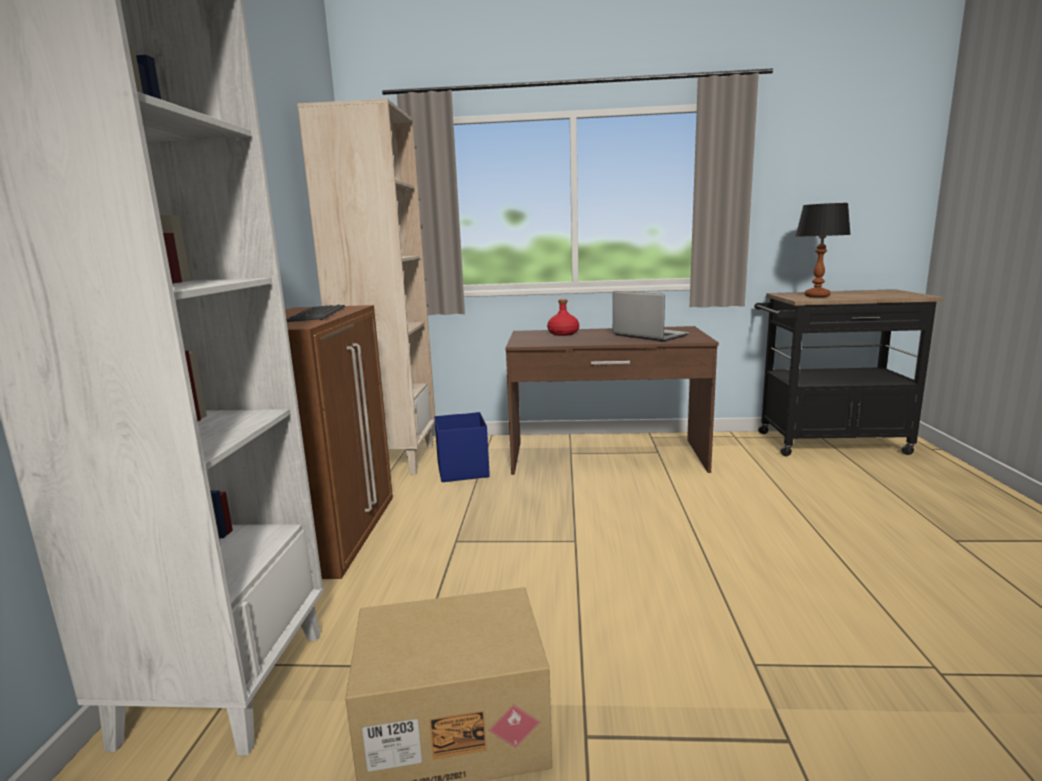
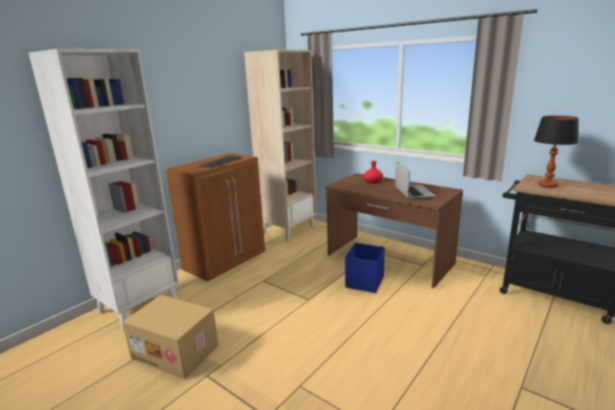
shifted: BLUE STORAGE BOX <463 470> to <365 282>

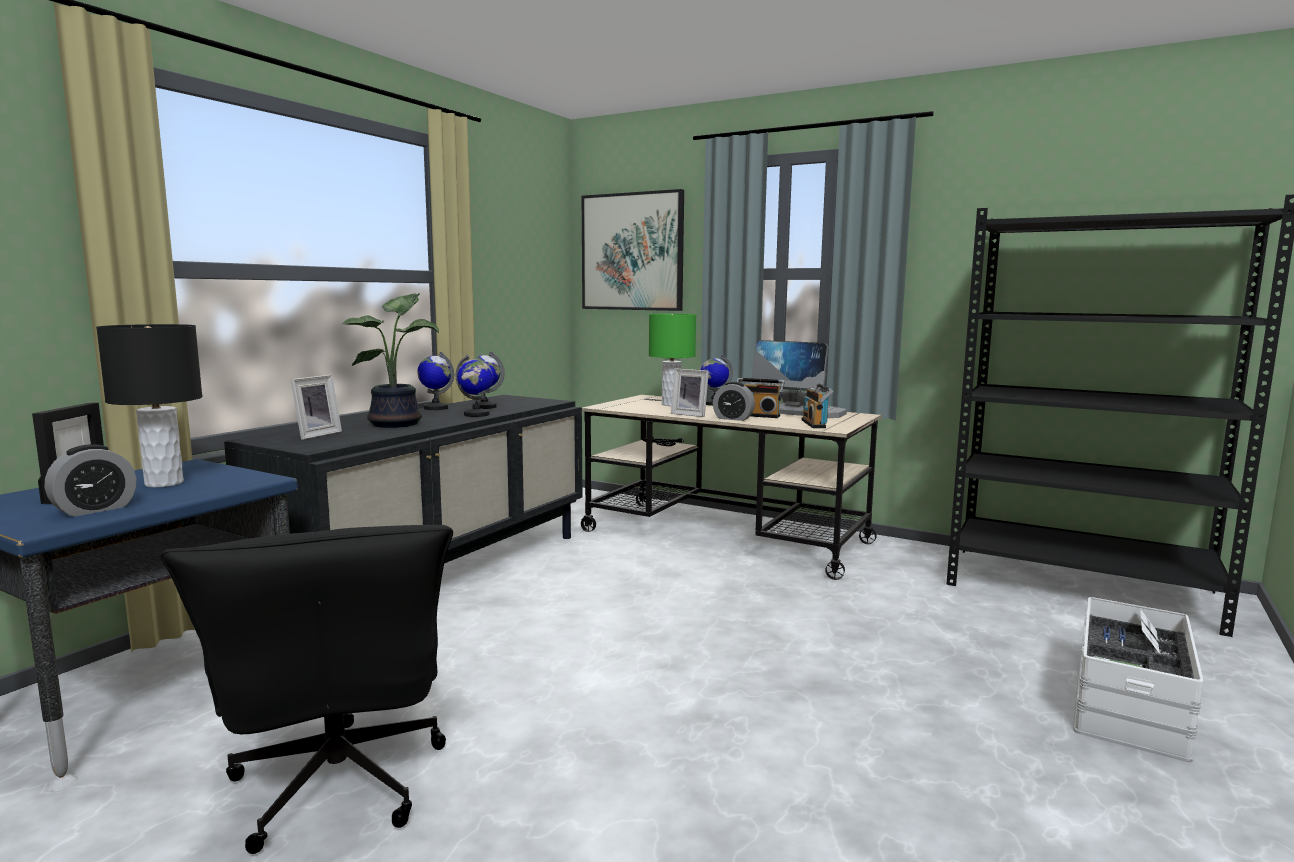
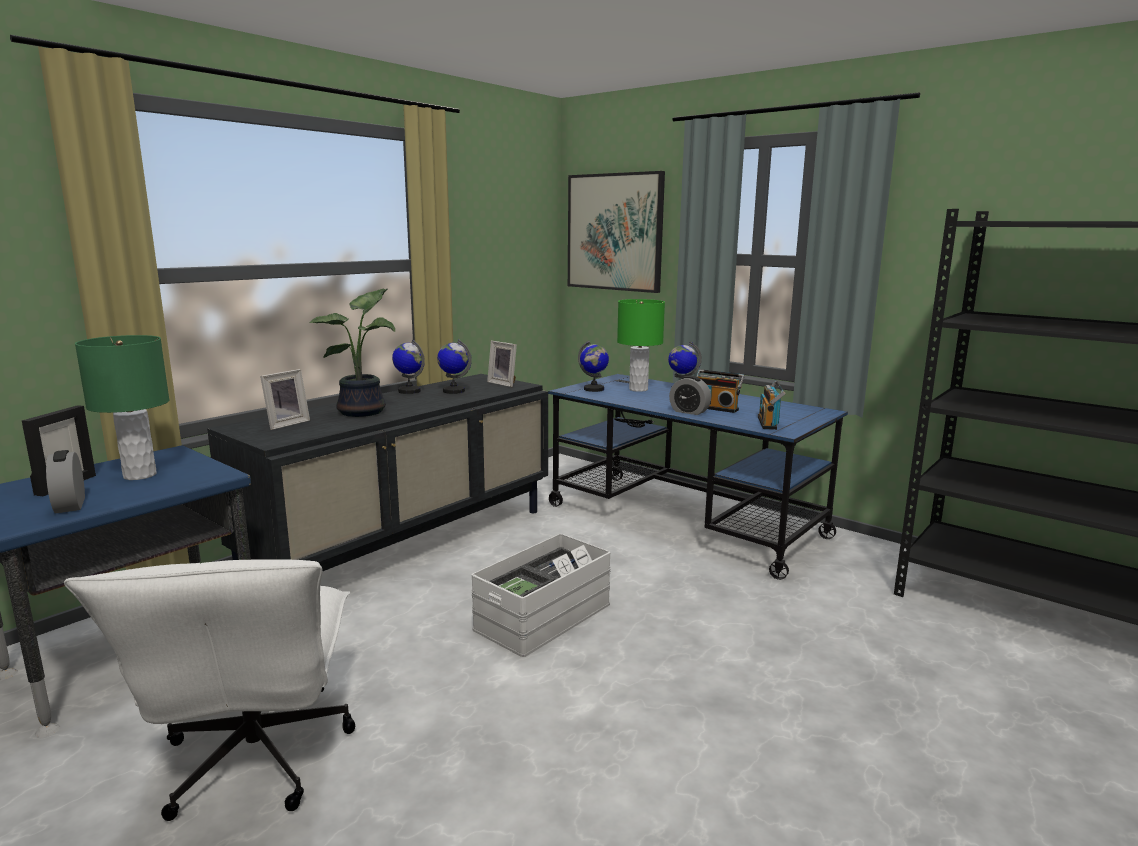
gone: MONITOR <790 411>
shifted: GLOBE <476 415> to <594 389>; PICTURE FRAME <690 414> to <504 383>; WHITE STORAGE BOX <1127 704> to <542 615>
repainted: BLACK TABLE LAMP <164 483> to GREEN TABLE LAMP <140 475>; BLACK OFFICE CHAIR <338 780> to WHITE OFFICE CHAIR <257 755>; BEIGE DESK <724 537> to BLUE DESK <683 520>
rotated: ALARM CLOCK <95 509> = <70 505> 105 degrees clockwise

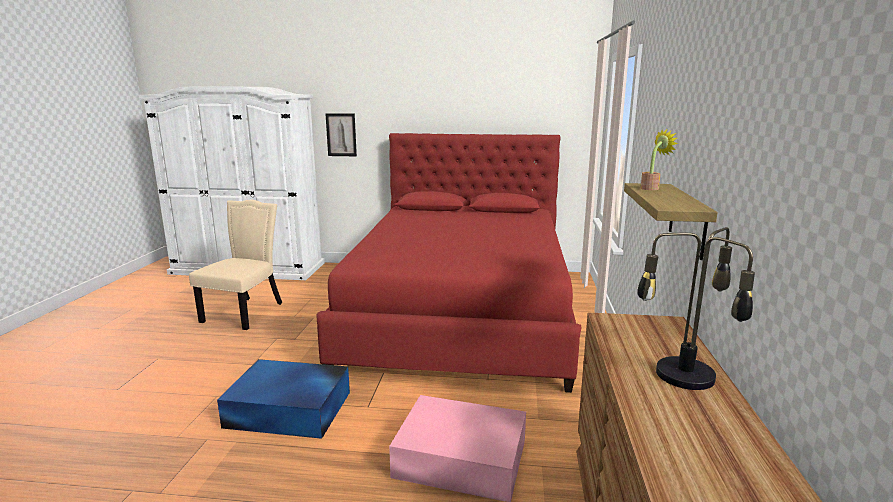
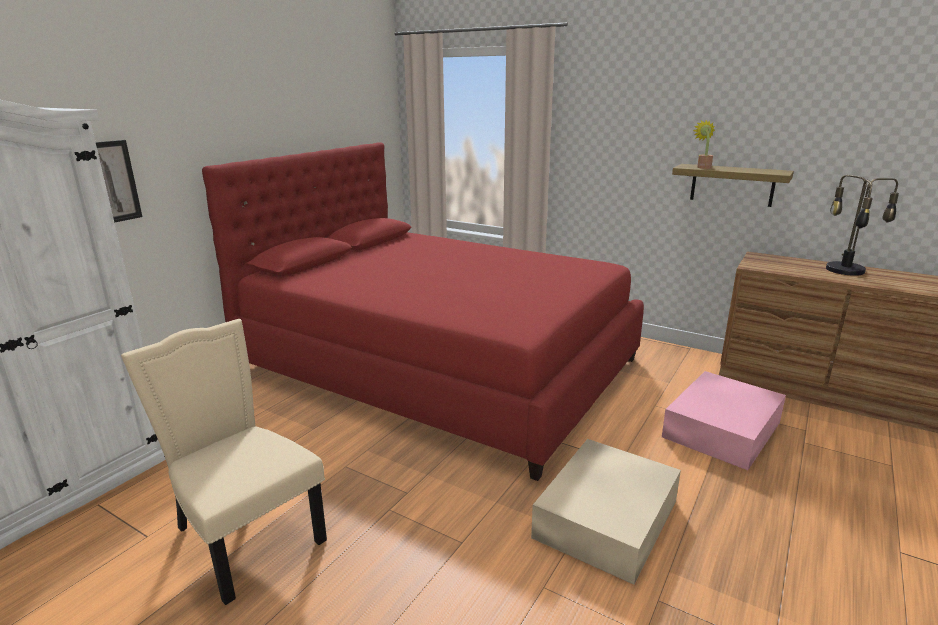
repainted: BLUE STORAGE BOX <290 410> to BEIGE STORAGE BOX <608 518>

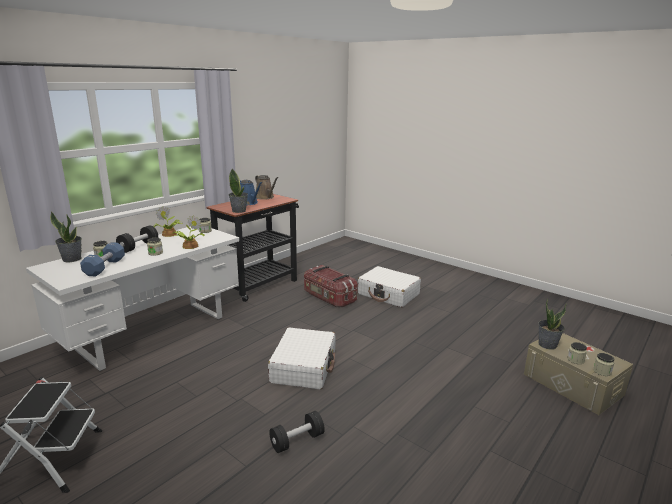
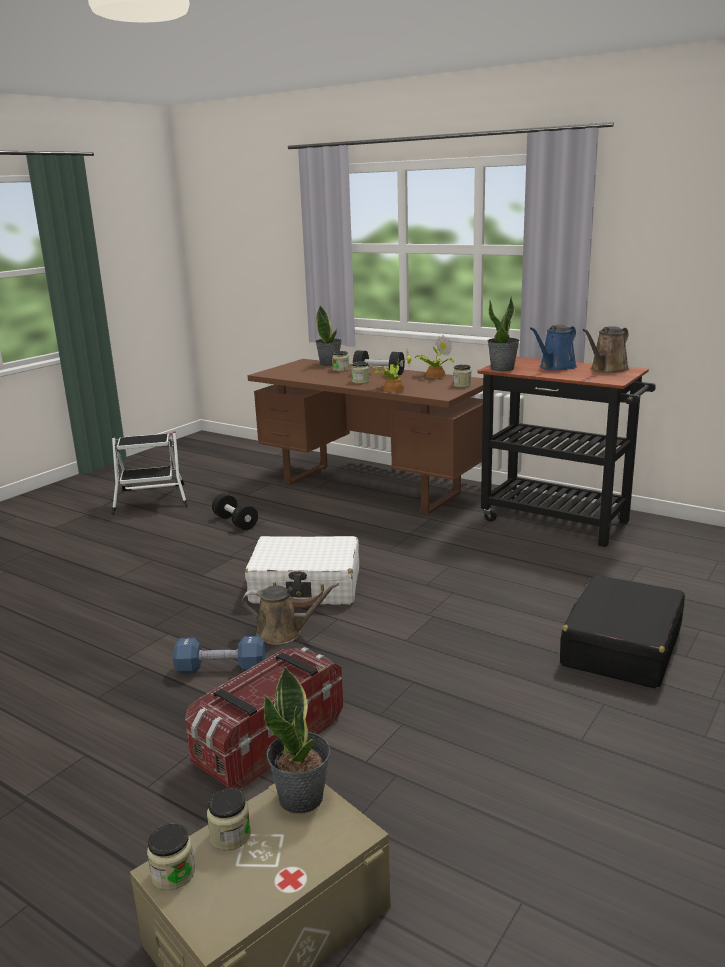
new: BROWN WATERING CAN <283 633>
shifted: BLUE DUMBBELL <105 267> to <221 668>; BLACK DUMBBELL <297 440> to <235 522>; STORAGE BOX <329 297> to <268 741>
repainted: WHITE DESK <153 332> to BROWN DESK <371 488>; WHITE SUITCASE <388 294> to BLACK SUITCASE <621 647>

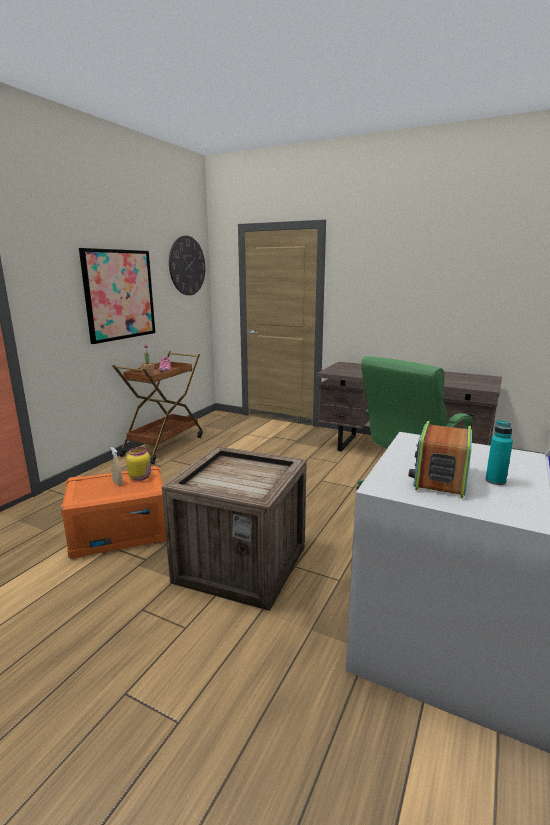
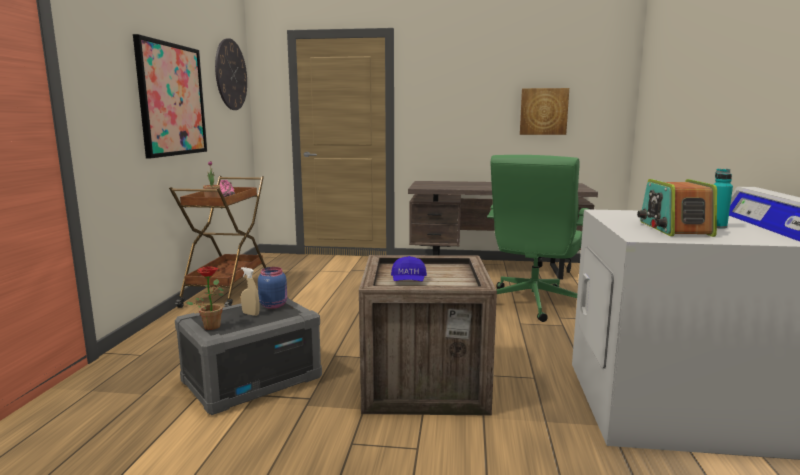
new: POTTED PLANT <212 325>; BLUE CAP <408 282>; PICTURE <543 111>
repainted: ORANGE STORAGE BOX <120 532> to GREY STORAGE BOX <252 379>; YELLOW JAR <140 477> to BLUE JAR <274 305>

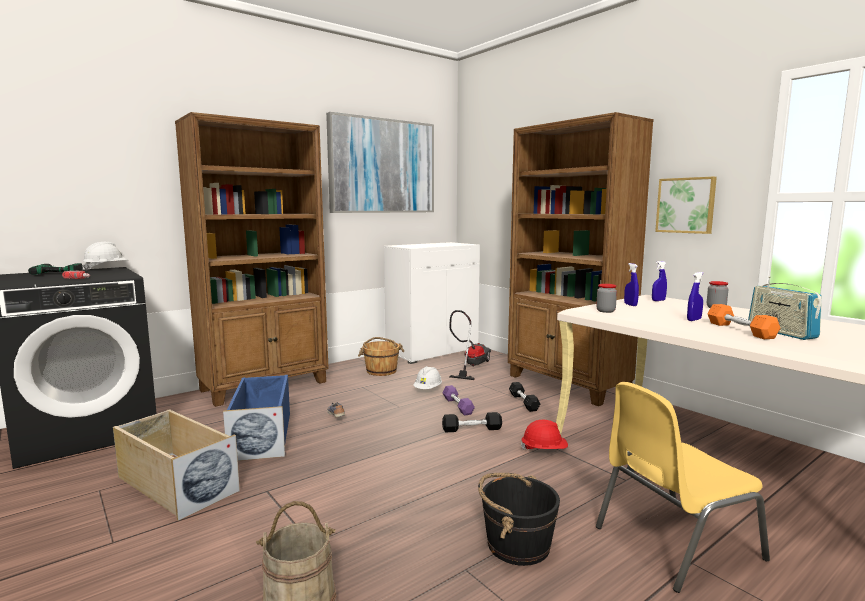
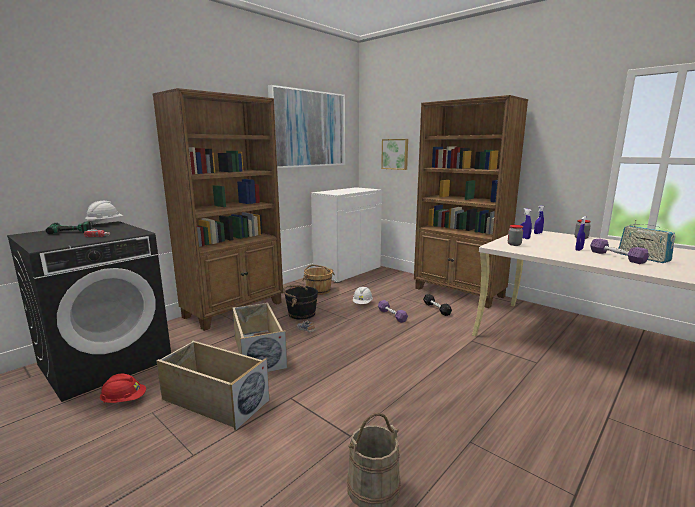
gone: BLACK DUMBBELL <471 429>; VACUUM CLEANER <470 366>; YELLOW CHAIR <673 542>
shifted: BLACK BUCKET <517 544> to <301 313>; RED HARD HAT <544 450> to <124 400>; PICTURE <686 205> to <395 154>
repainted: BLUE STORAGE BOX <262 435> to BEIGE STORAGE BOX <258 352>; ORANGE DUMBBELL <740 330> to PURPLE DUMBBELL <616 257>

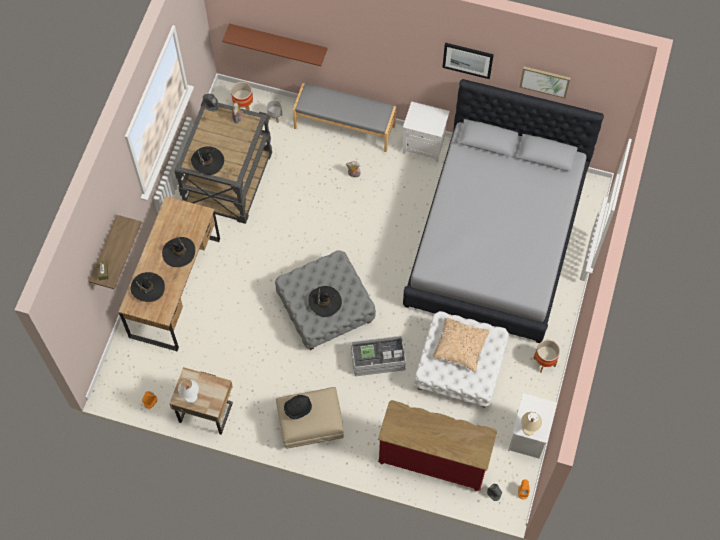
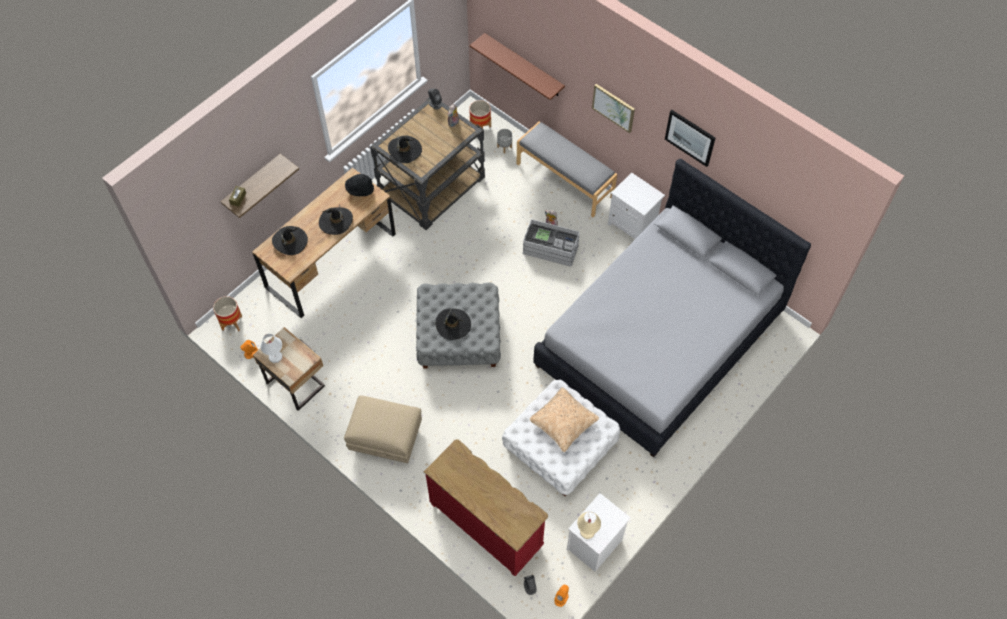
shifted: BLACK HAT <298 409> to <359 189>; GREY STORAGE BOX <378 359> to <551 248>; PICTURE <545 81> to <613 107>; PLANTER <544 362> to <232 323>

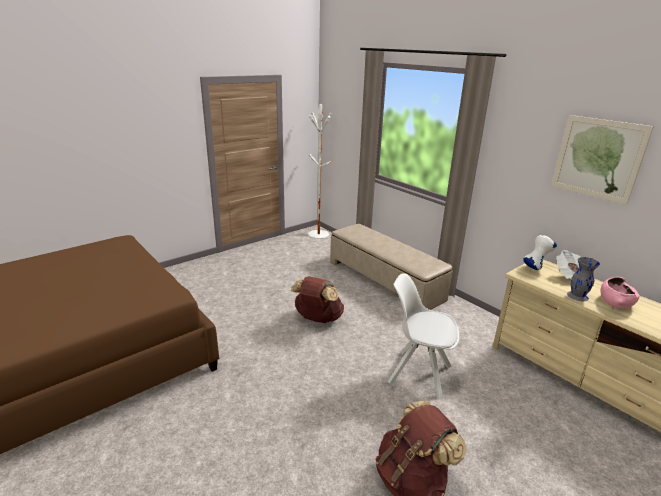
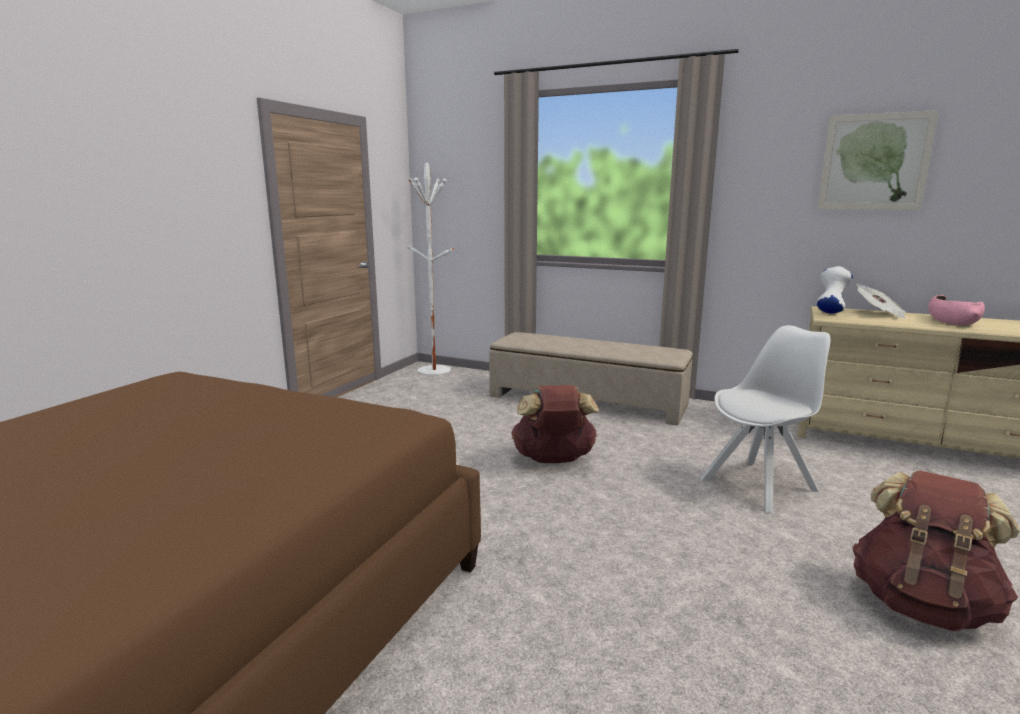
gone: GREY VASE <577 296>
rotated: WHITE CHAIR <418 373> = <760 484> 150 degrees clockwise

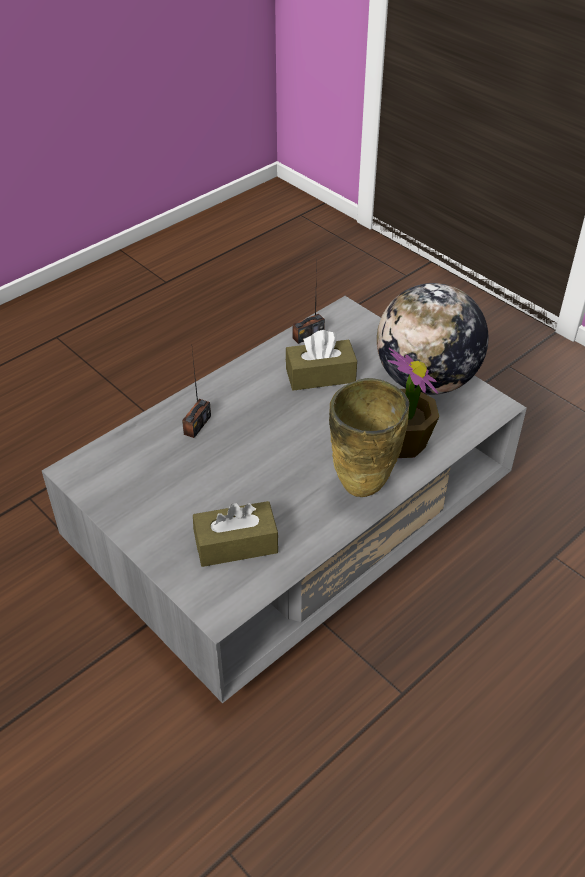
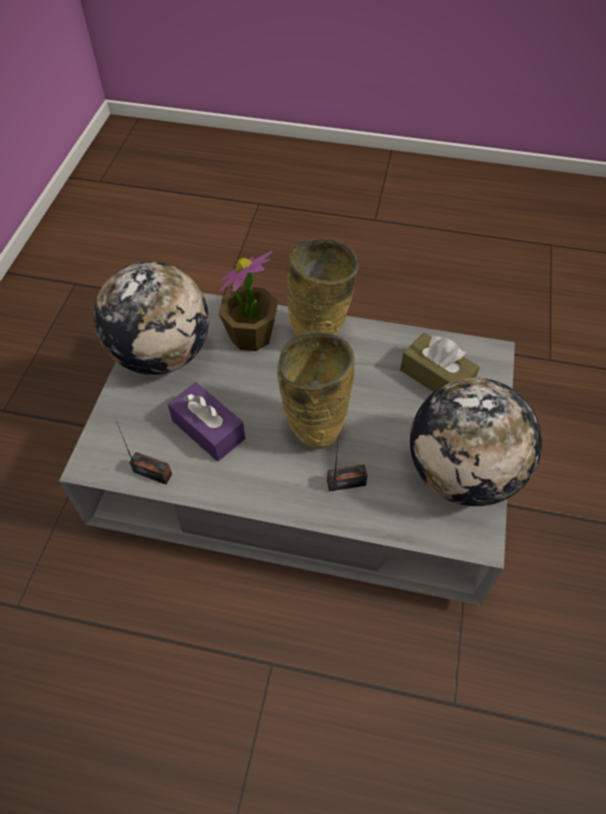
new: BEIGE VASE <315 429>; GLOBE <462 473>
repainted: BROWN TISSUE BOX <320 375> to PURPLE TISSUE BOX <208 429>

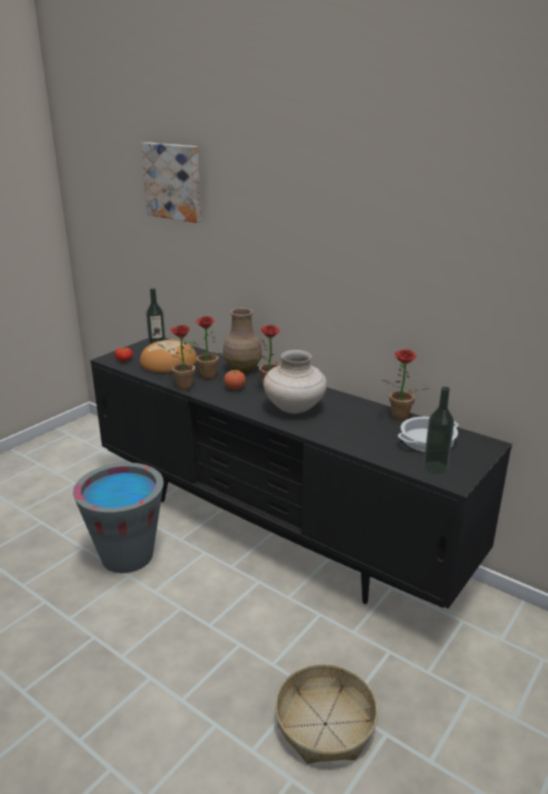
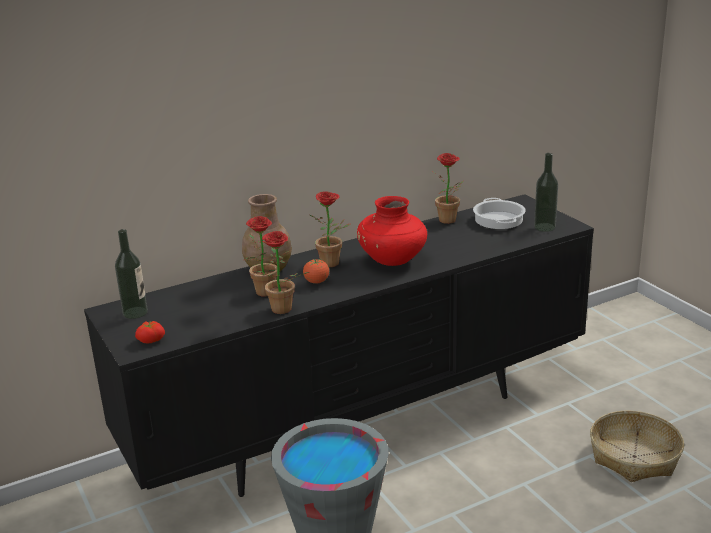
gone: BREAD <169 363>; PICTURE <174 181>
repainted: BEIGE VASE <294 408> to RED VASE <393 260>

